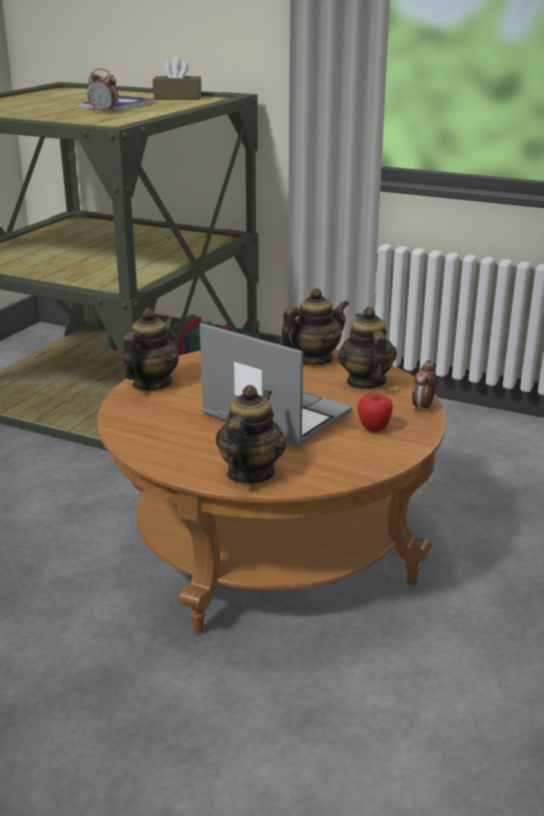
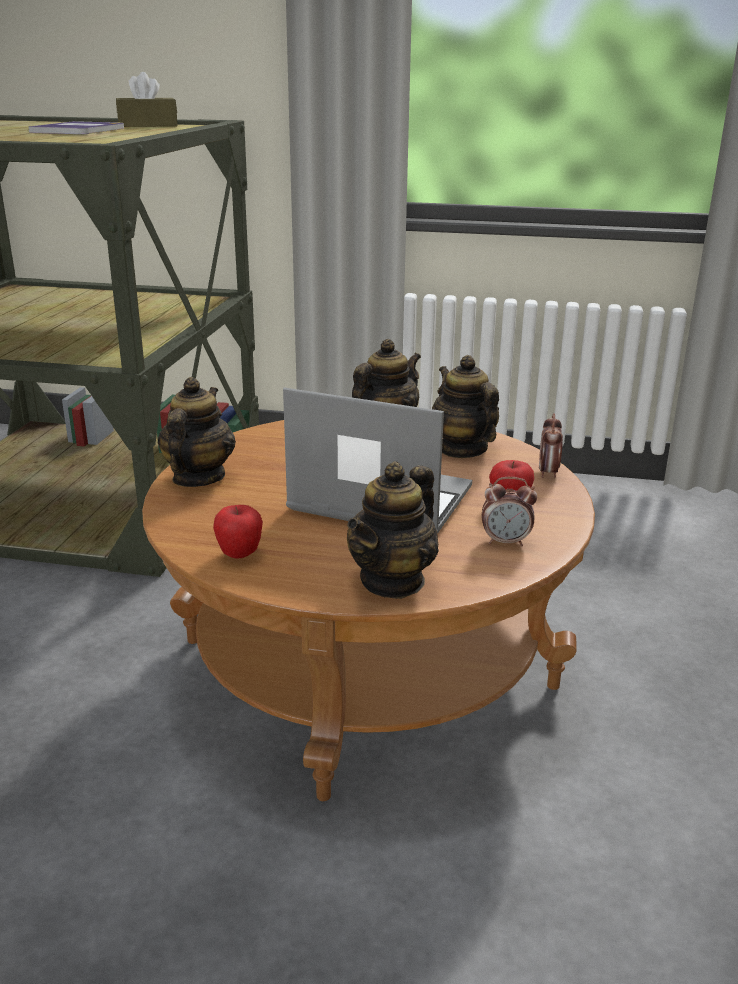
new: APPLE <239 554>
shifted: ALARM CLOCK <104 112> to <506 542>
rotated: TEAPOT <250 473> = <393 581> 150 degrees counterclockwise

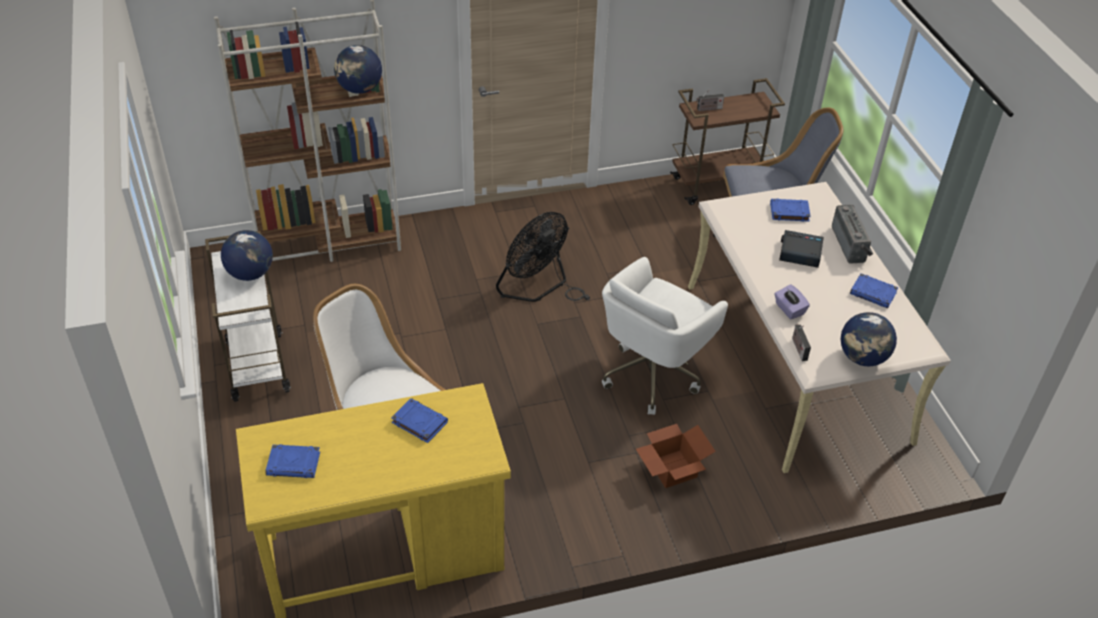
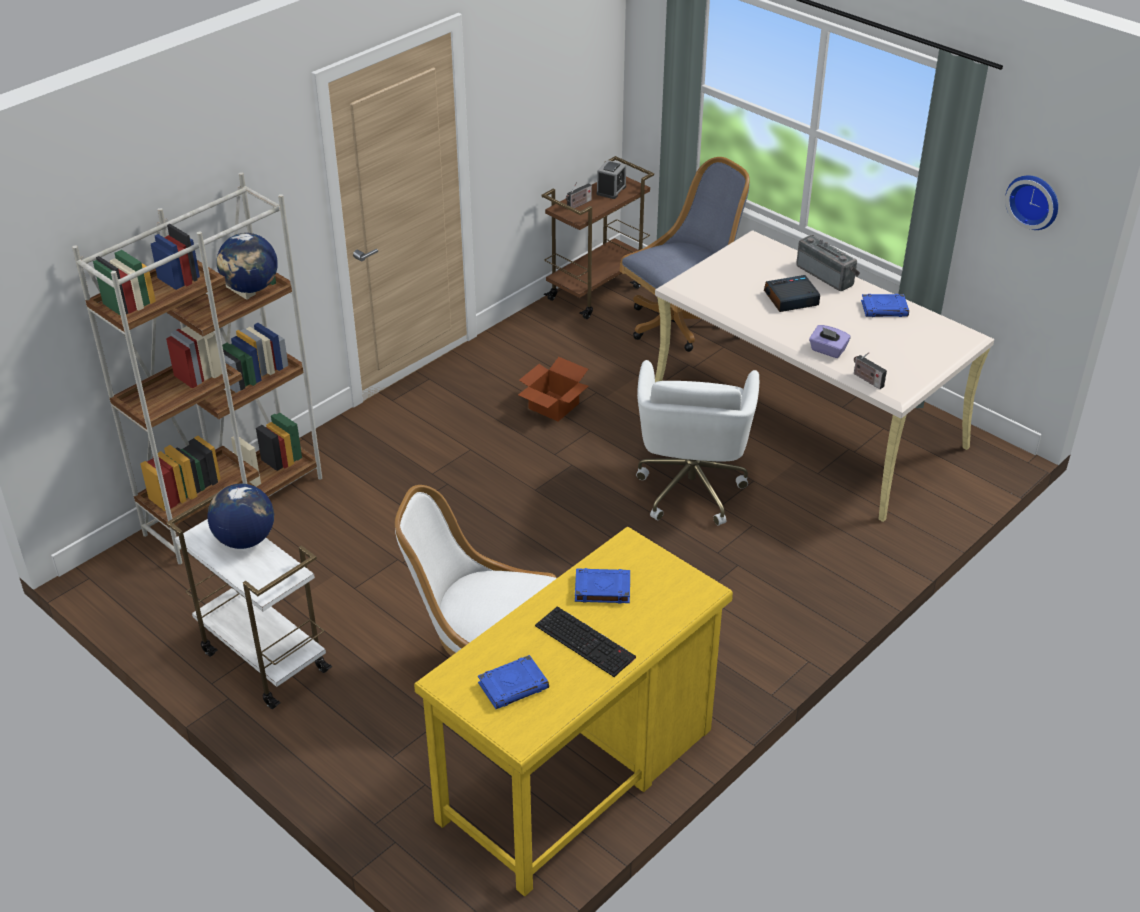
gone: BLACK FAN <544 285>; BLUE BOOK <789 212>; GLOBE <862 358>
new: KEYBOARD <587 641>; ALARM CLOCK <611 190>; WALL CLOCK <1034 200>
shifted: CARDBOARD BOX <671 469> to <552 406>

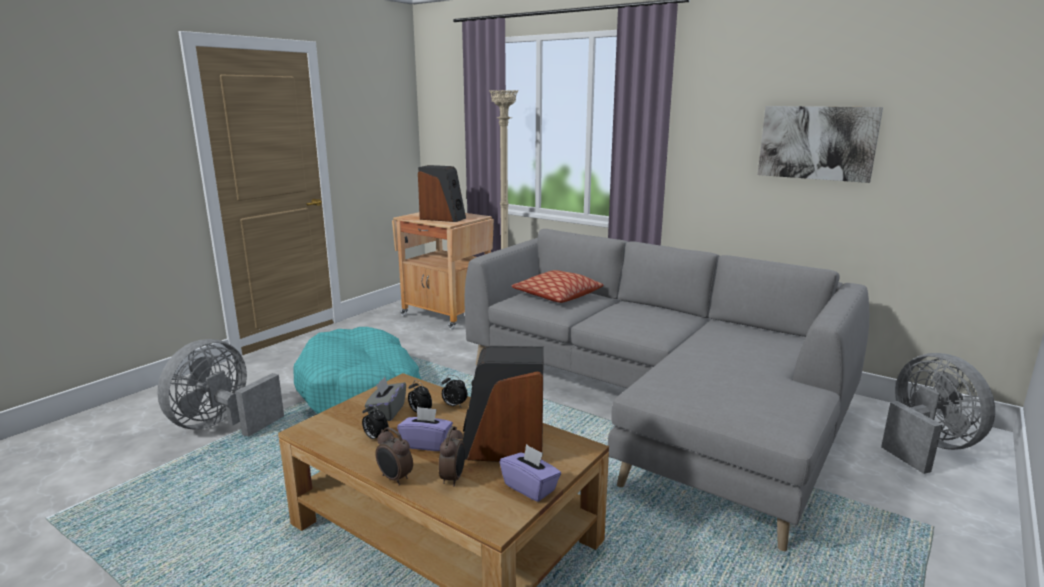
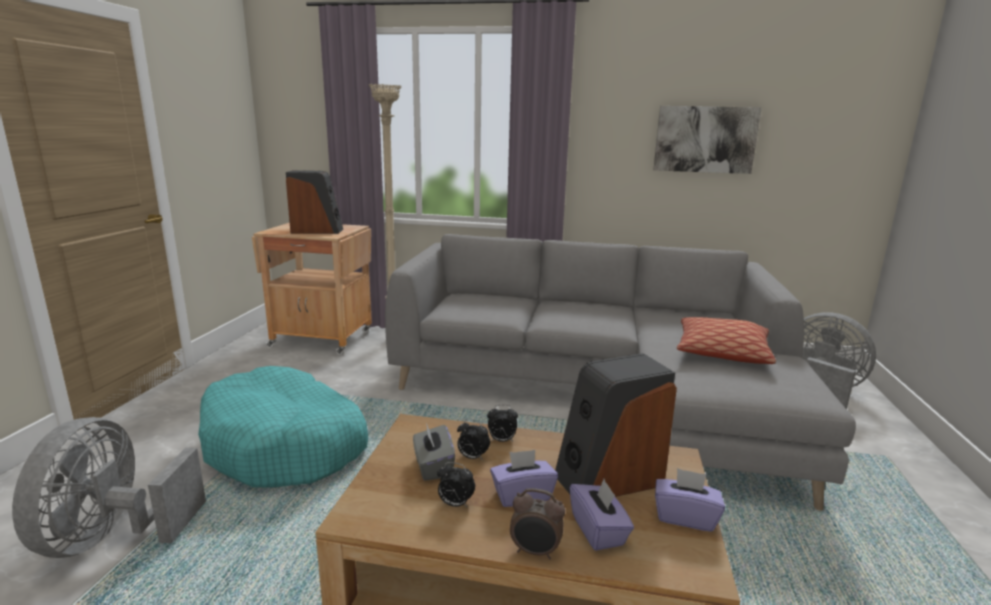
shifted: PILLOW <557 296> to <722 352>
swapped: ALARM CLOCK <453 478> to PURPLE TISSUE BOX <598 530>

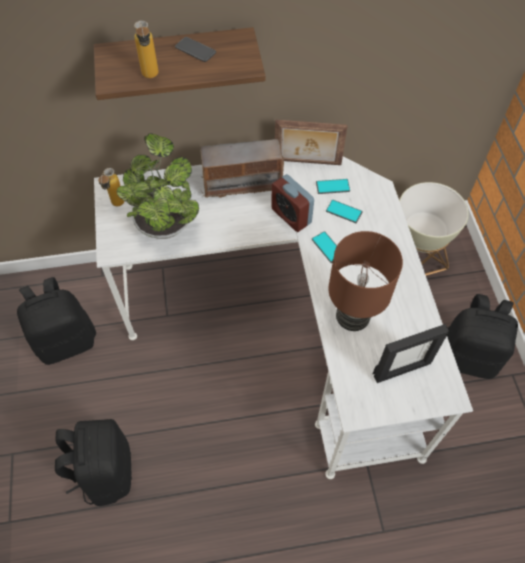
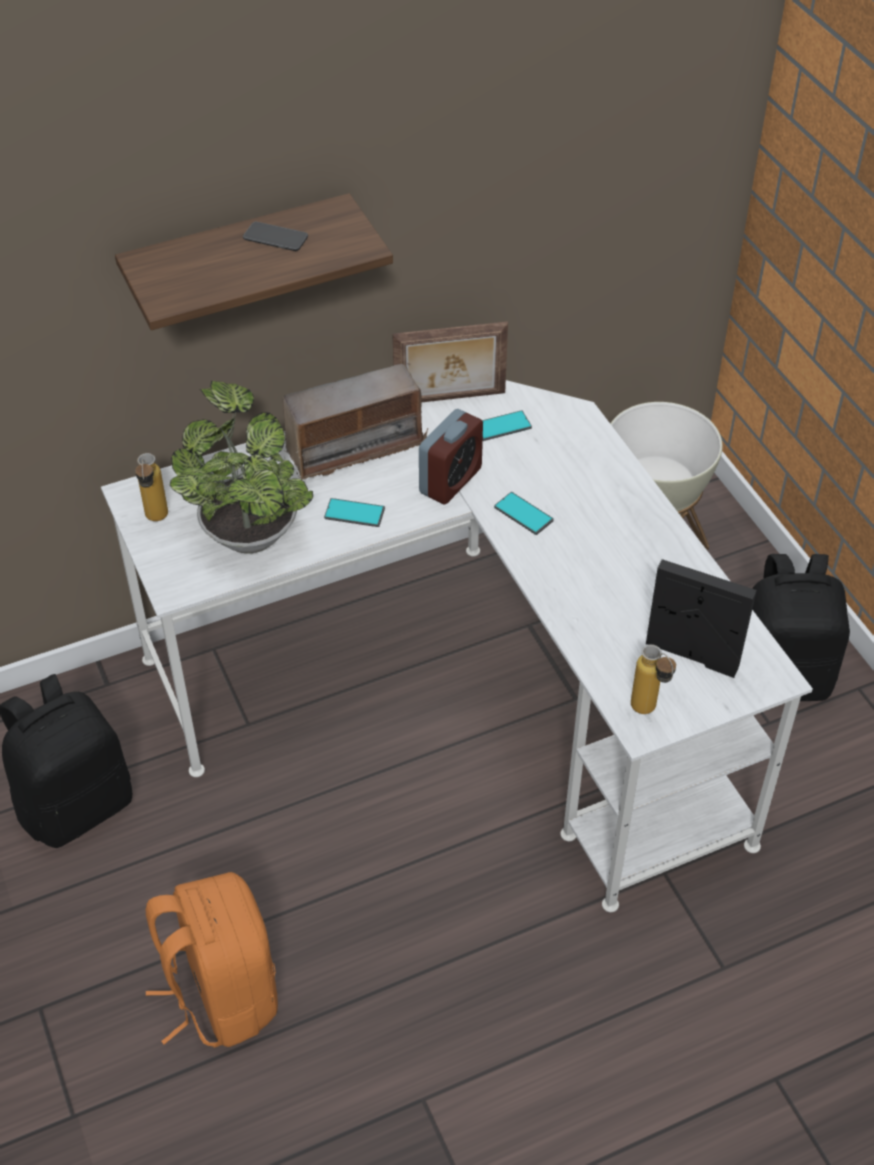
gone: BROWN TABLE LAMP <352 316>
shifted: BOTTLE <151 78> to <649 713>; PHONE <344 211> to <354 513>
repainted: BLACK BACKPACK <105 471> to ORANGE BACKPACK <221 994>
rotated: ALARM CLOCK <291 216> = <450 481> 90 degrees counterclockwise; PICTURE FRAME <401 368> = <691 656> 120 degrees counterclockwise

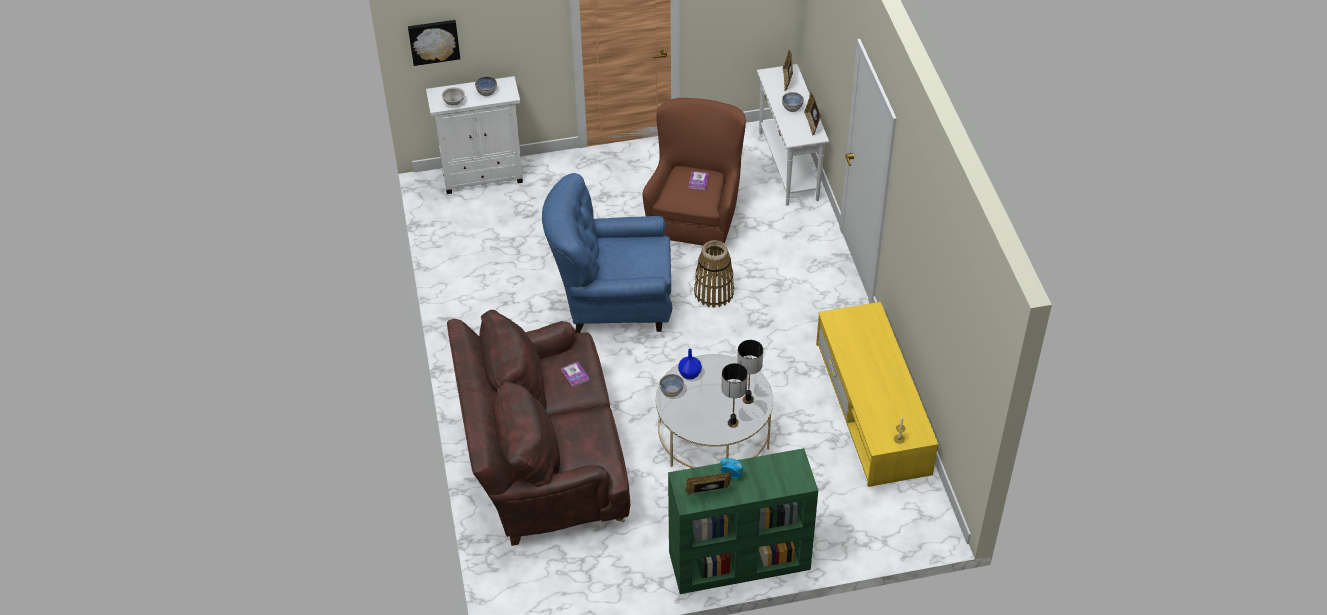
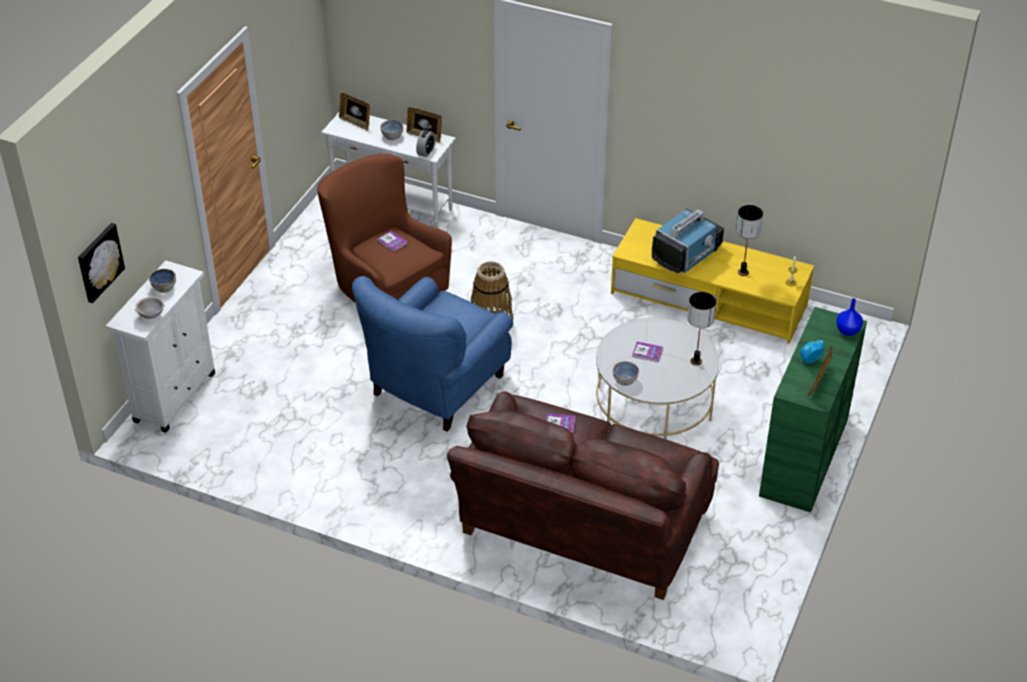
new: ALARM CLOCK <426 151>; BOOK <647 352>; TELEVISION <687 254>
shifted: BLUE VASE <690 374> to <848 330>; TABLE LAMP <748 400> to <743 272>

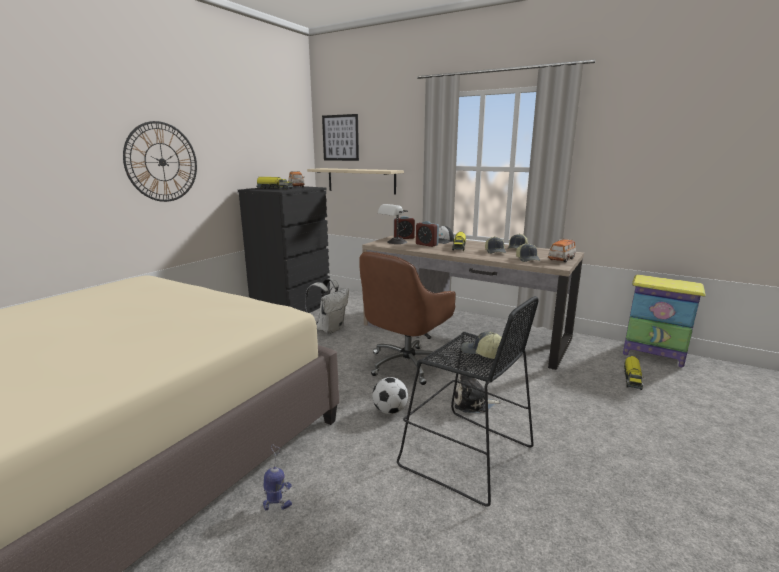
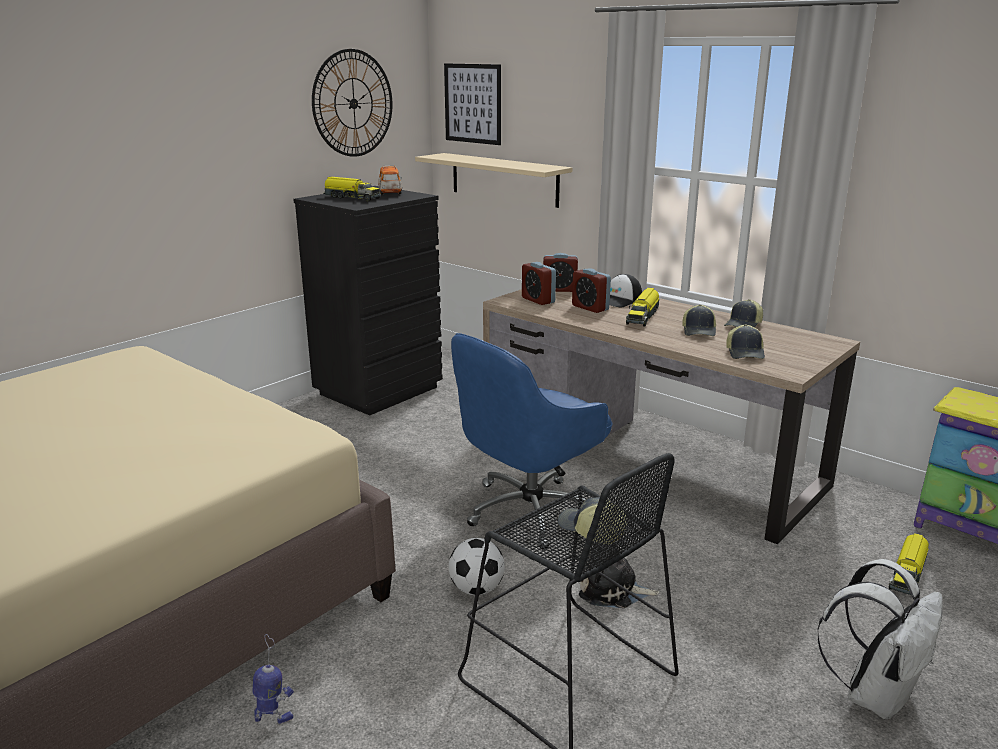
gone: TOY CAR <561 260>
shifted: WALL CLOCK <162 162> to <353 103>; WHITE BACKPACK <330 329> to <874 694>
swapped: TABLE LAMP <394 242> to ALARM CLOCK <538 300>
repainted: BROWN OFFICE CHAIR <406 364> to BLUE OFFICE CHAIR <529 511>

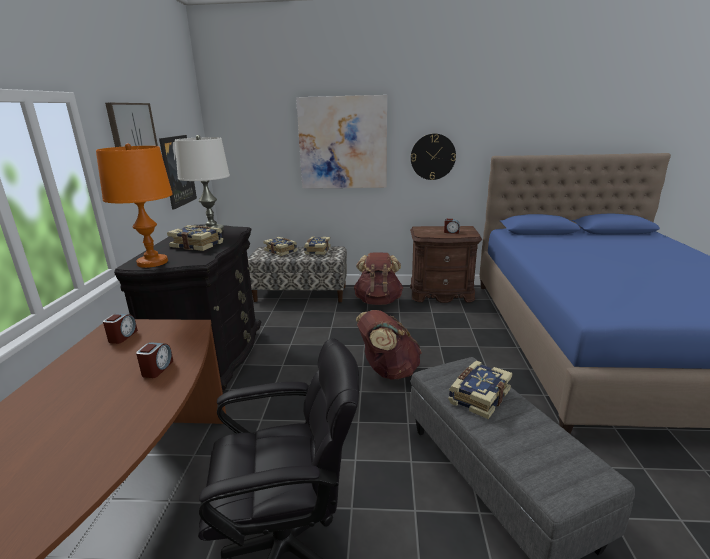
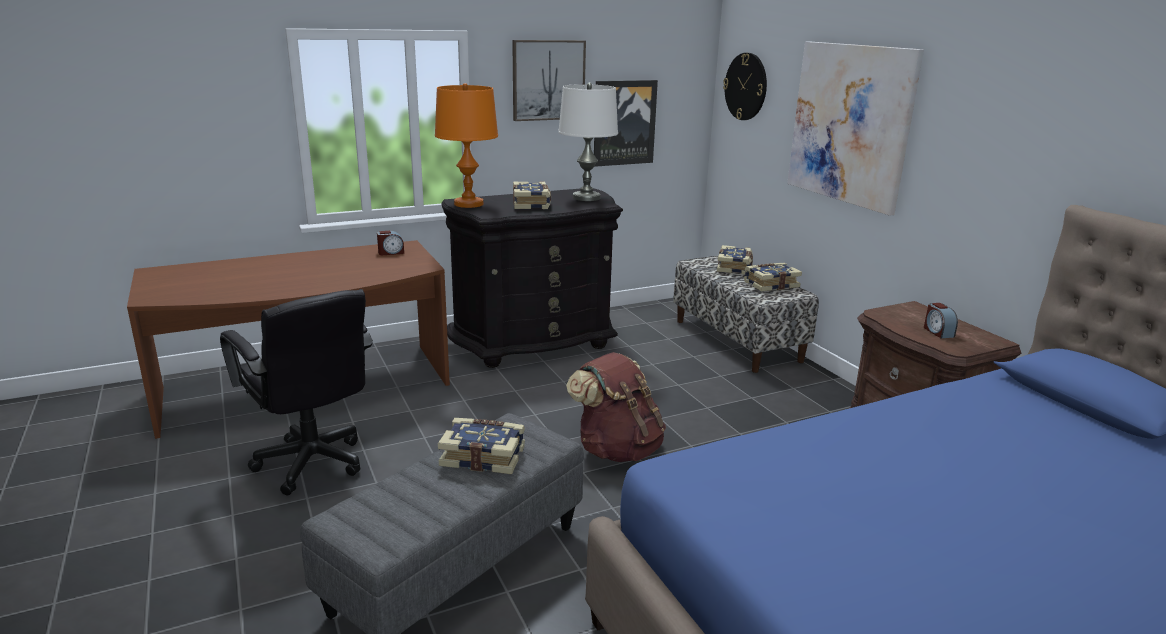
gone: ALARM CLOCK <157 369>; BROWN BACKPACK <378 301>
shifted: WALL CLOCK <433 157> to <746 86>

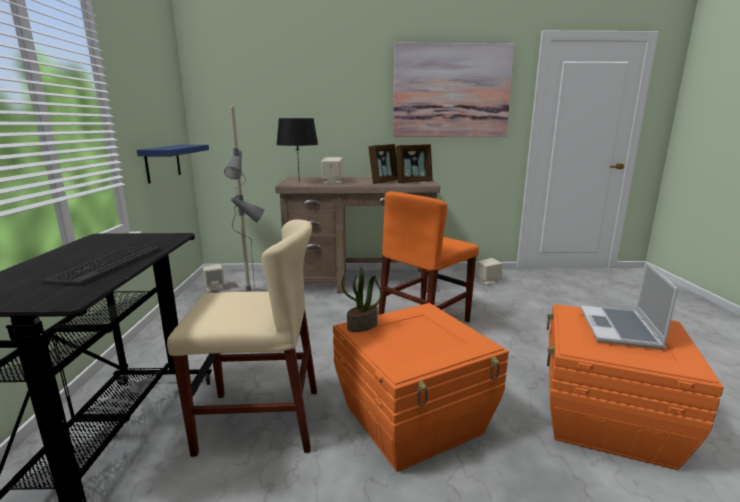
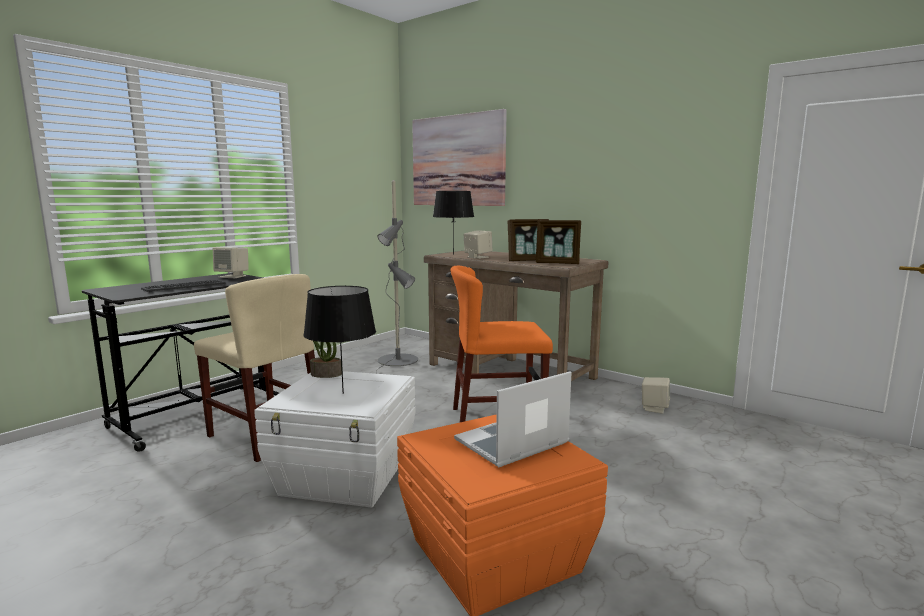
gone: BLUE SHELF <163 163>
new: BLACK TABLE LAMP <343 393>
shifted: BEIGE SPEAKER <215 287> to <233 276>; PICTURE <451 91> to <457 161>
repainted: ORANGE STORAGE BOX <414 420> to WHITE STORAGE BOX <345 476>

